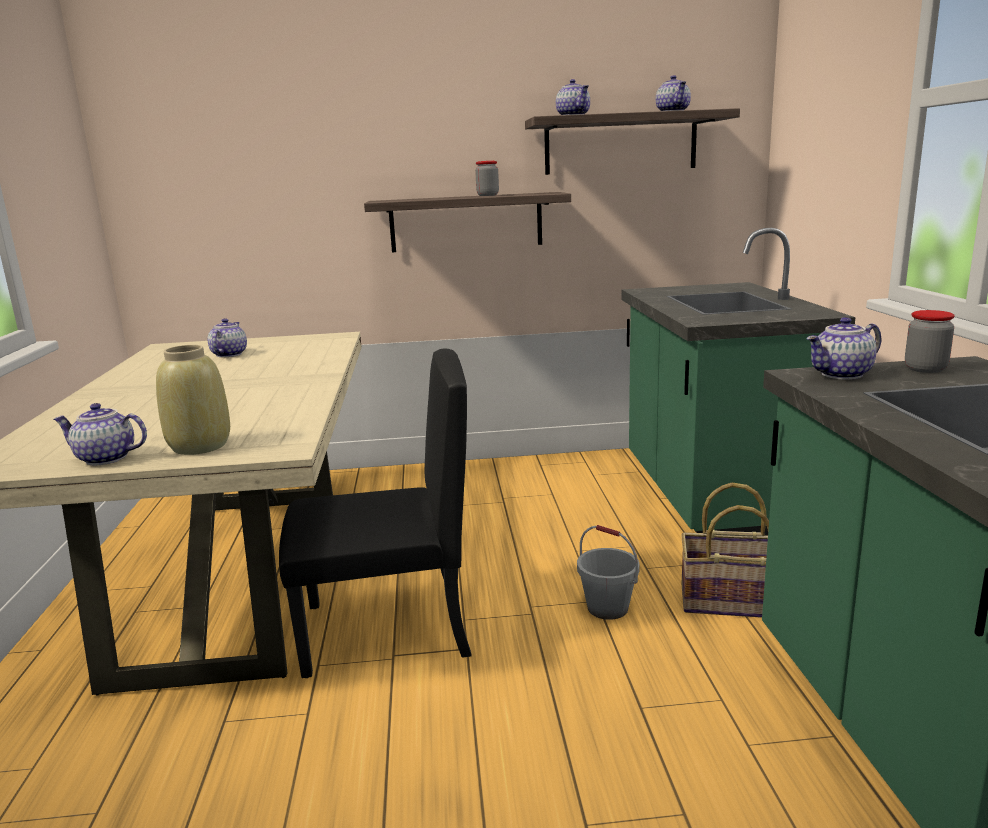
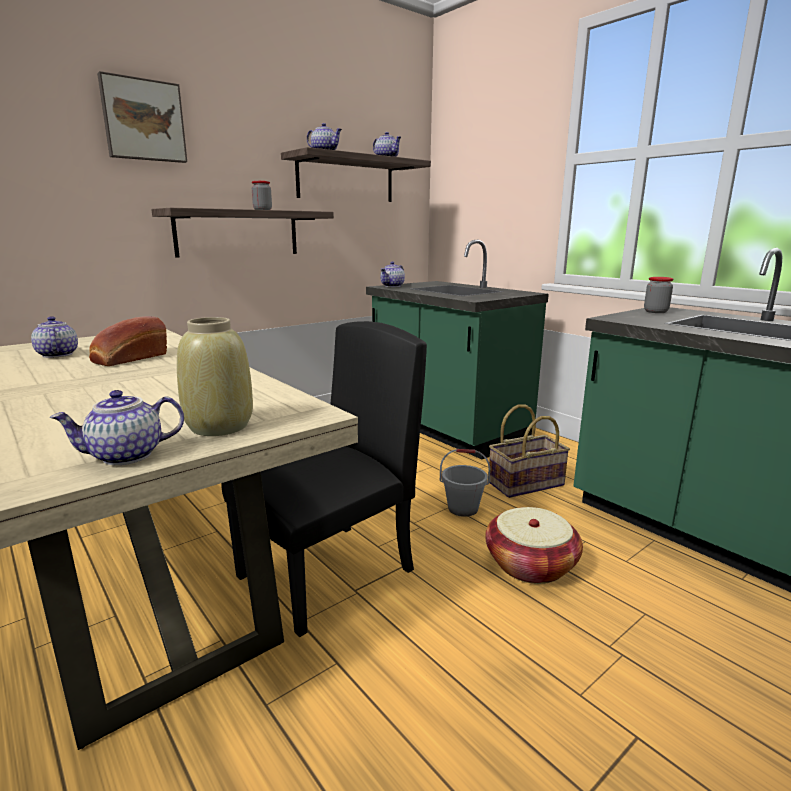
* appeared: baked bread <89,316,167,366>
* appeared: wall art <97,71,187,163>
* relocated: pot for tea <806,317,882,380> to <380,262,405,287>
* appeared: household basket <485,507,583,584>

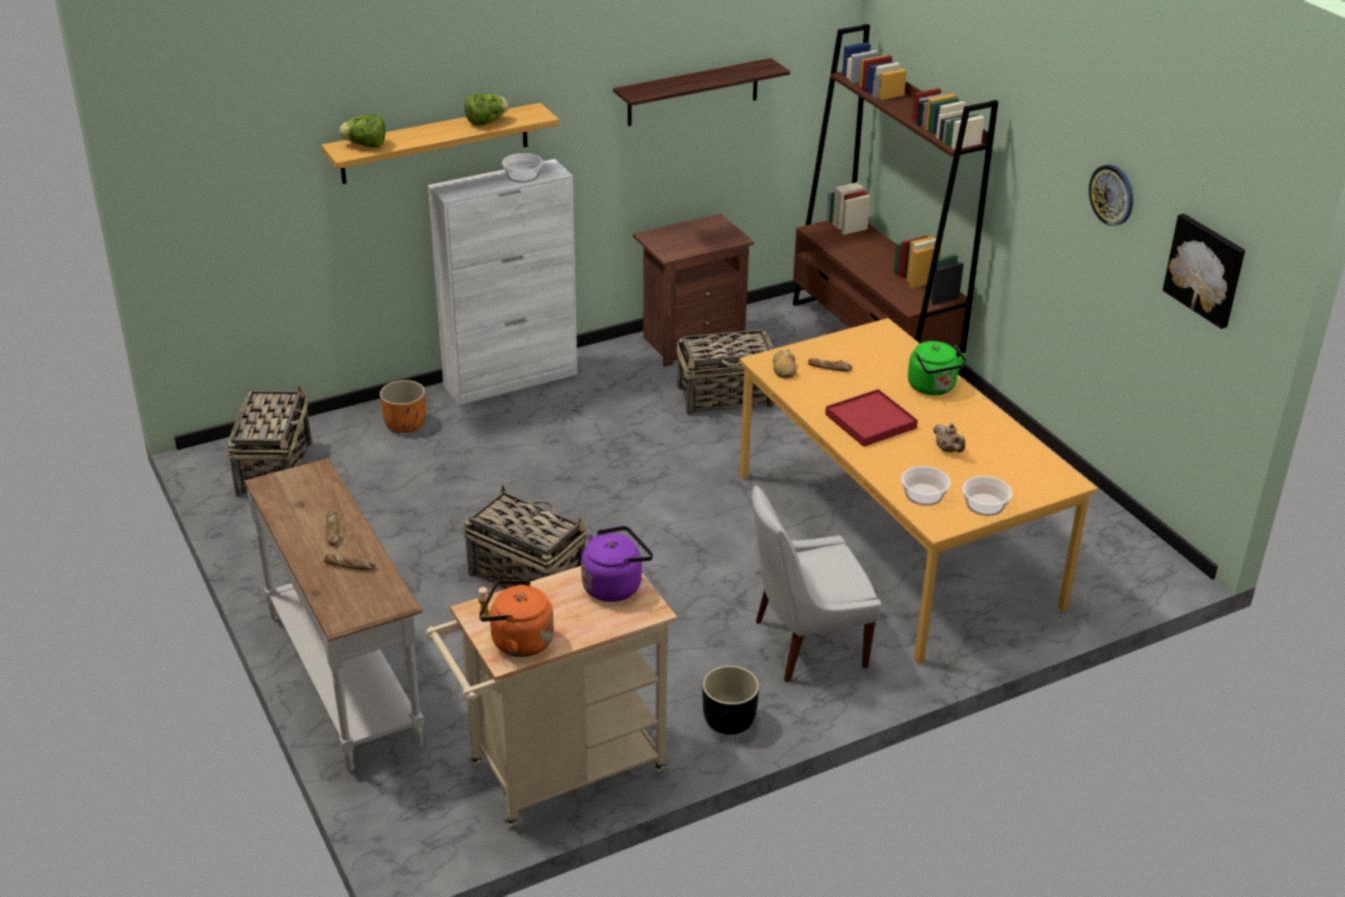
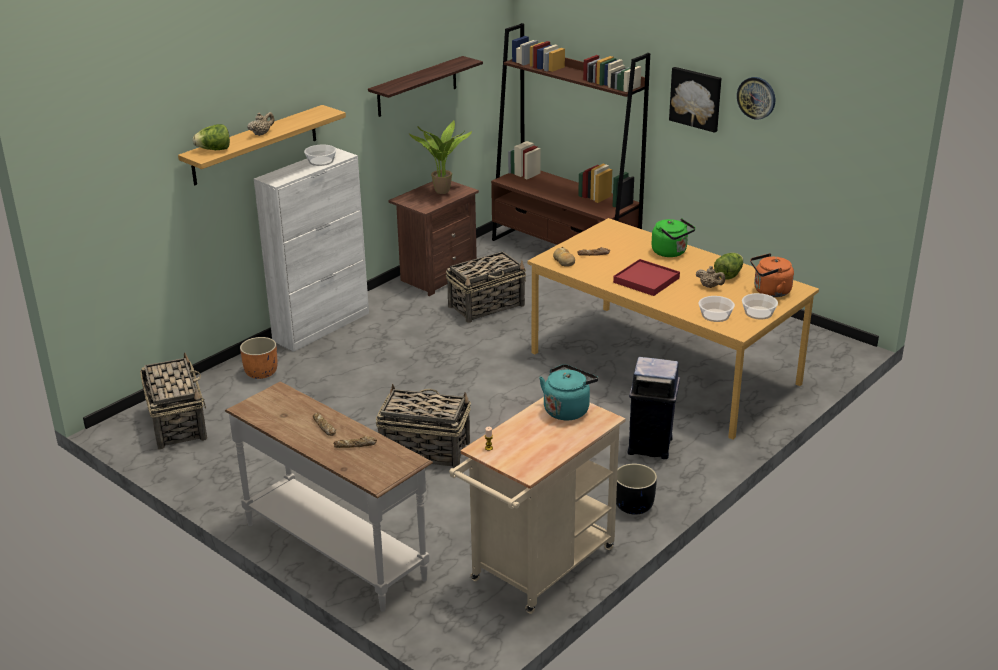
* appeared: beige pot for tea <248,112,274,136>
* appeared: plant in a pot <409,120,472,194>
* colour: purplish kettle <581,526,653,602> to blue-green kettle <539,364,598,420>
* exchanged: whitish upright chair <752,485,881,682> to blue rubbish bin <627,357,680,459>
* relocated: wall art <1163,214,1245,329> to <669,67,721,133>
* relocated: lettuce <464,93,509,126> to <714,253,743,280>
* relocated: orange kettle <479,580,554,657> to <750,253,794,297>

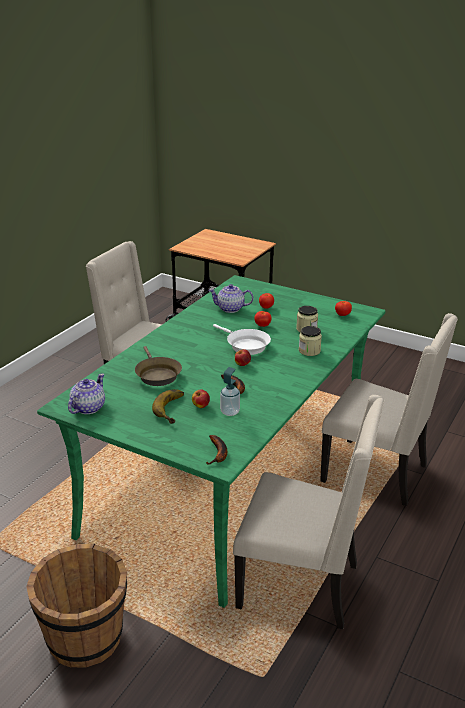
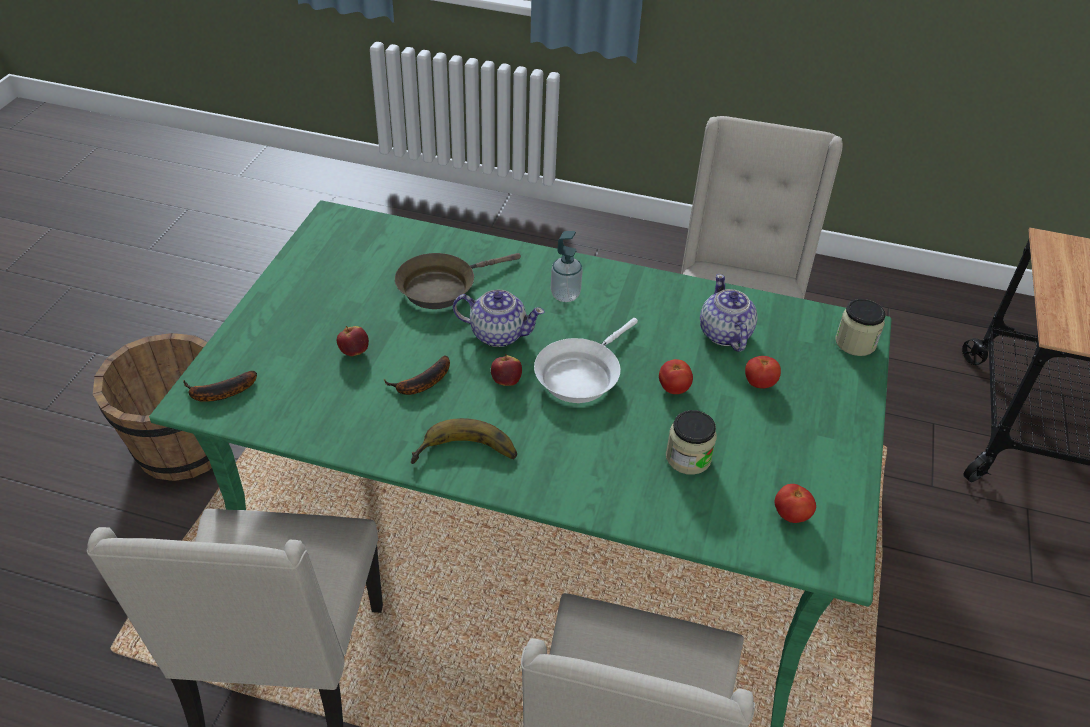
* relocated: banana fruit <152,389,184,424> to <411,418,517,464>
* relocated: pot for tea <68,374,105,414> to <453,289,545,347>
* relocated: soap dispenser <220,367,240,416> to <551,231,583,302>
* relocated: storage jar <299,326,322,356> to <836,299,886,356>

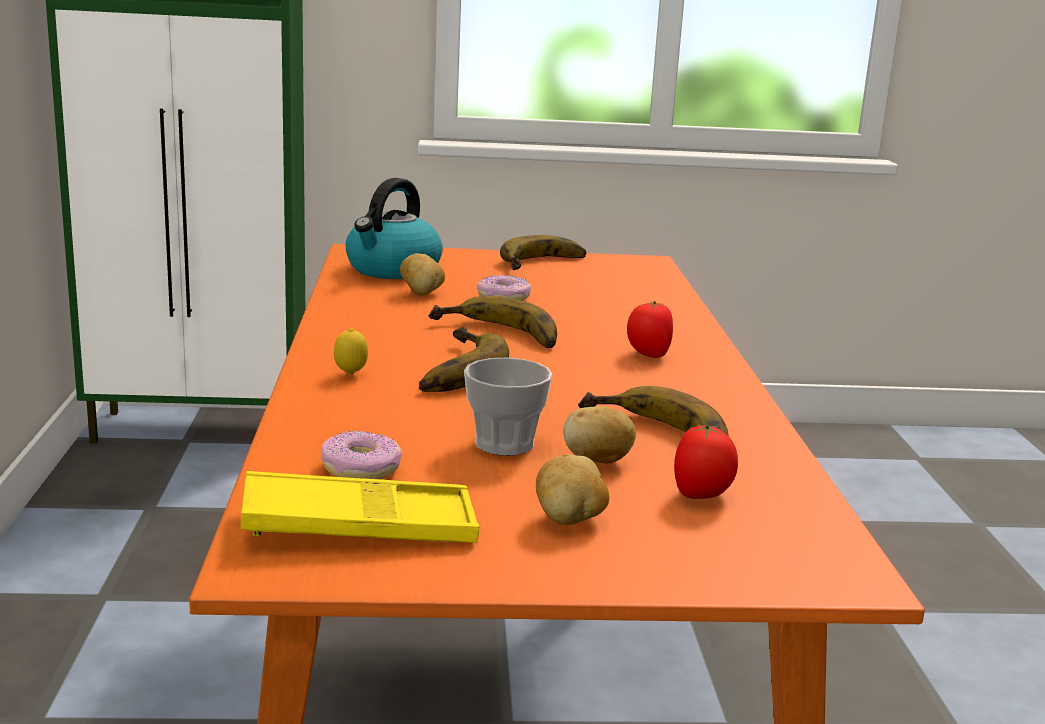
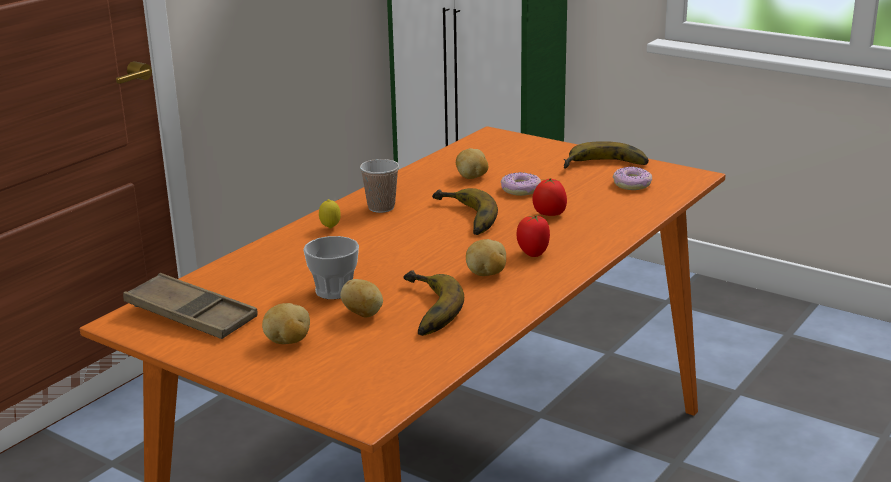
* colour: yellowish serving tray <240,471,480,543> to brown-coloured serving tray <123,273,258,339>
* appeared: cup <360,159,399,213>
* appeared: spud <466,239,506,276>
* relocated: whole tomato <674,424,738,499> to <532,178,567,216>
* relocated: doughnut <321,431,402,479> to <613,166,652,190>
* missing: kettle <345,178,443,279>
* missing: banana fruit <419,327,509,392>

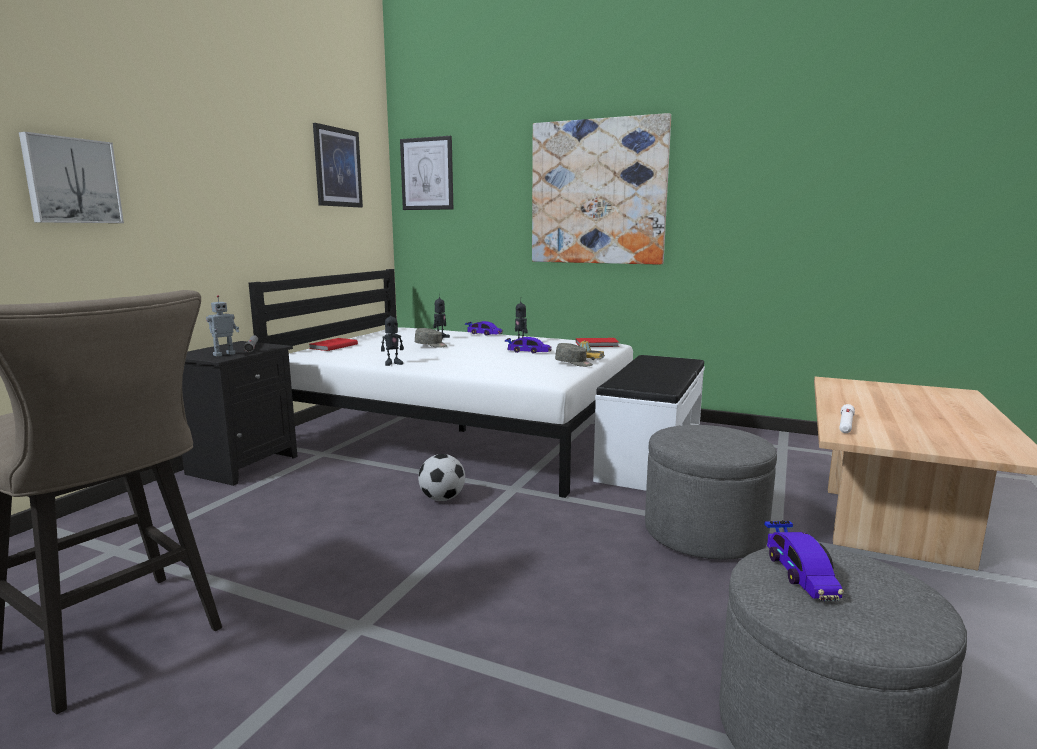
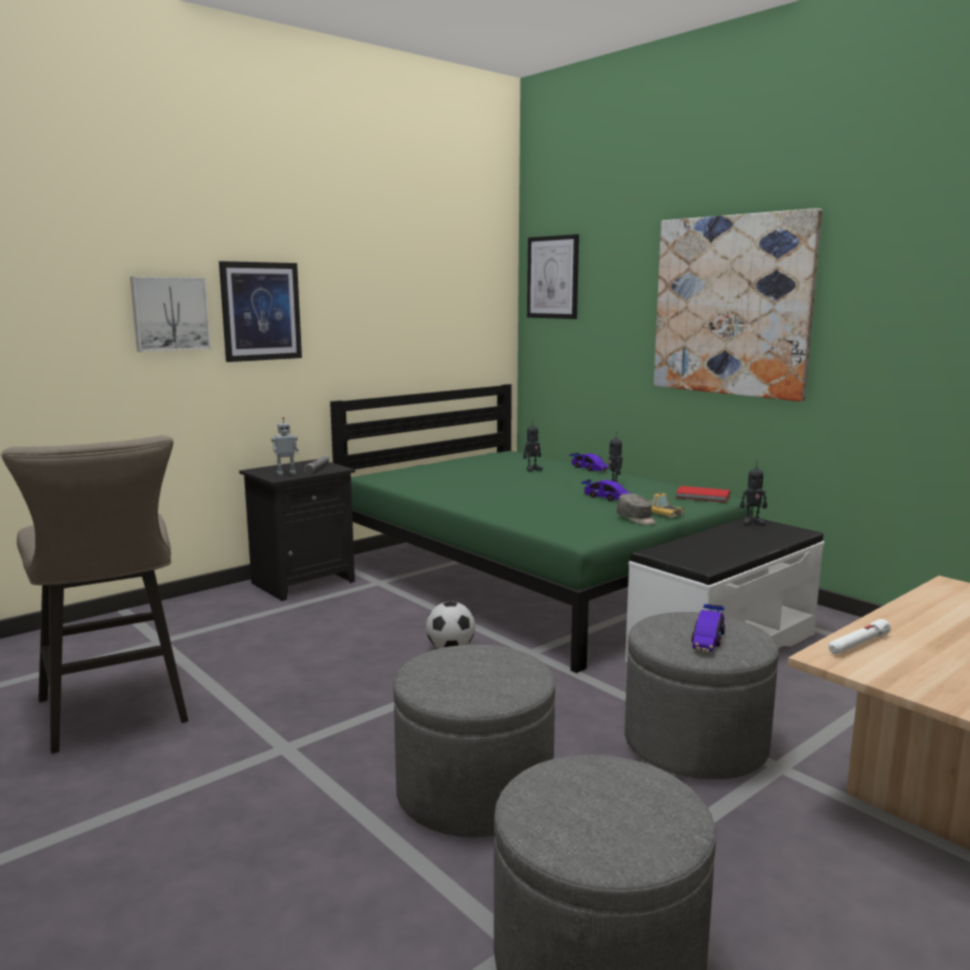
* relocated: wall art <313,123,363,207> to <219,261,302,362>
* colour: whitish bedroom bed <249,269,633,498> to greenish bedroom bed <330,384,754,673>
* appeared: greyish ottoman <393,644,555,837>
* relocated: toy car <764,520,844,601> to <692,604,725,652>
* relocated: robot figure <381,309,404,366> to <740,465,767,526>
* missing: red book <309,338,358,351>
* missing: greyish peaked cap <415,328,448,348>

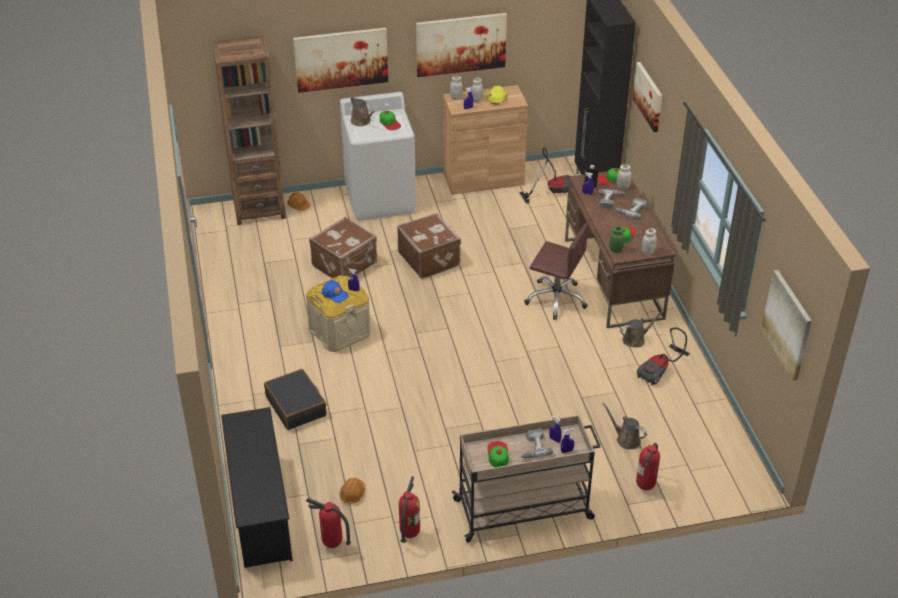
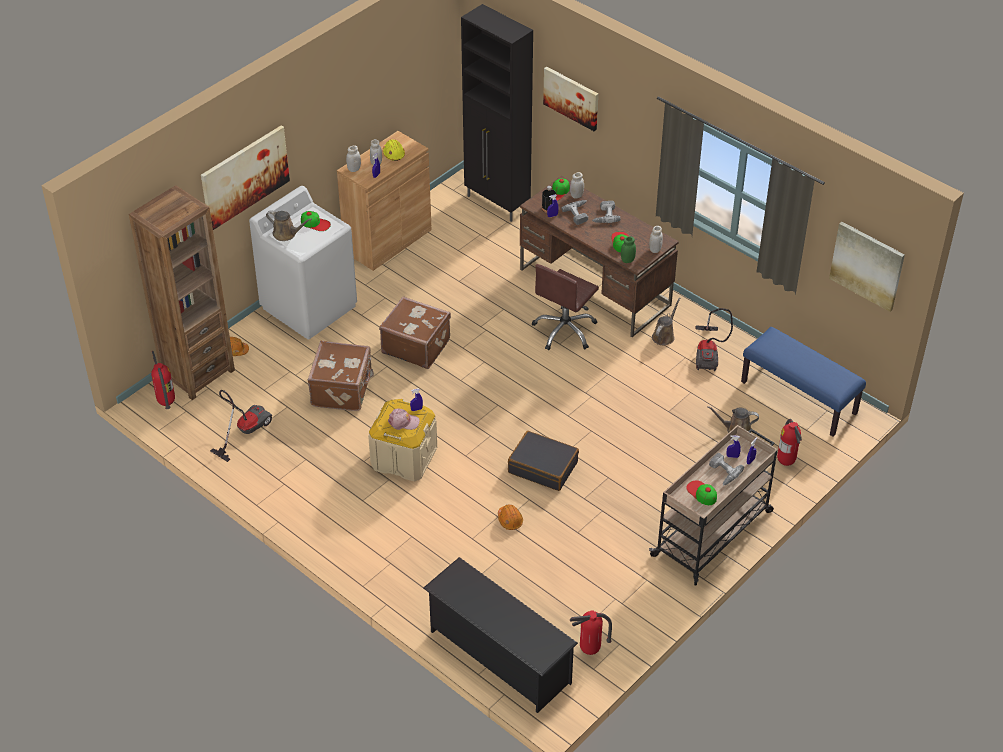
* relocated: fire-fighting cylinder <399,476,420,543> to <151,351,175,409>
* relocated: hoover <519,147,570,204> to <210,390,272,462>
* colour: blue peaked cap <322,280,349,303> to pinkish peaked cap <388,409,420,430>
* relocated: orange safety helmet <339,478,365,504> to <498,504,523,530>
* relocated: blackish suitcase <264,369,327,430> to <508,431,579,491>
* spun: brown-coloured office chair <524,222,589,320> = <532,264,599,350> 135 degrees clockwise
* appeared: blue indoor bench <741,327,866,436>
* missing: wall art <416,13,507,77>

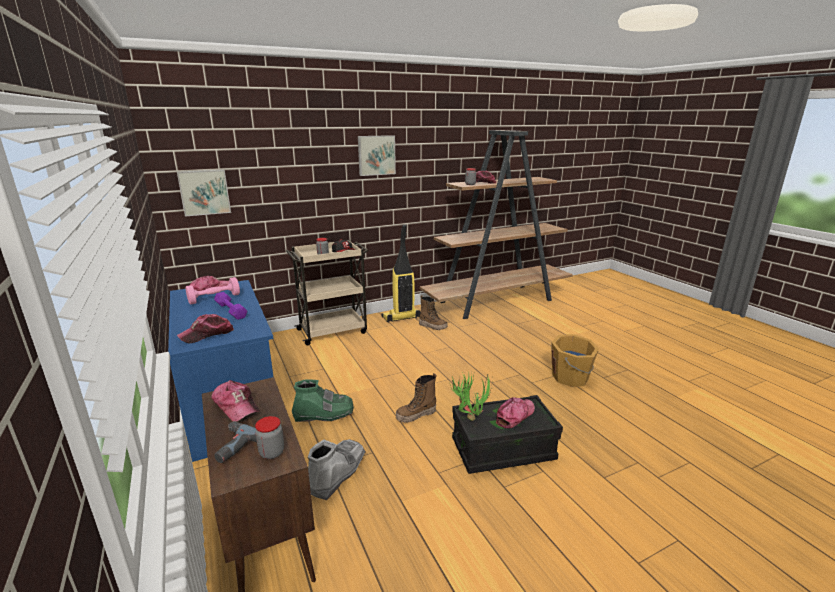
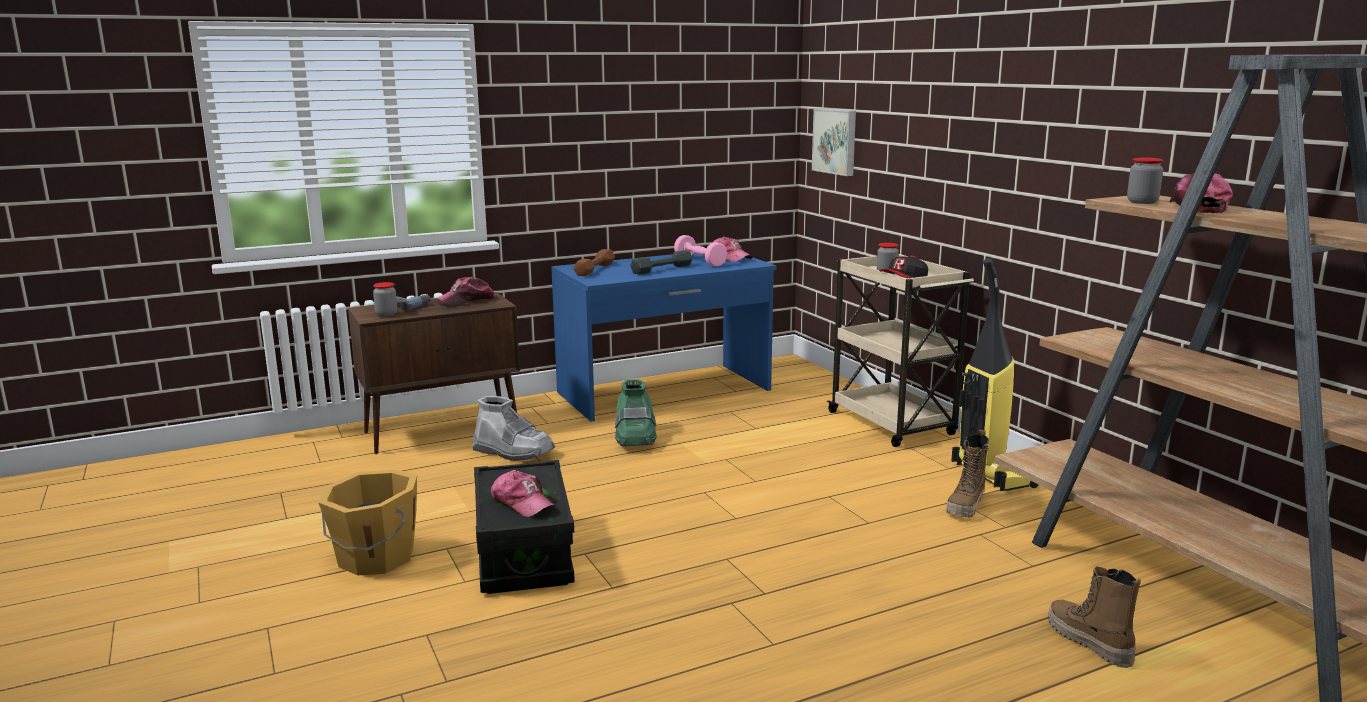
* relocated: orange pail <552,334,599,387> to <318,470,417,575>
* exchanged: peaked cap <177,314,234,343> to brown-coloured free weight <573,249,615,276>
* colour: purplish free weight <214,292,248,320> to greyish free weight <630,250,692,275>
* relocated: tall boot <396,373,437,423> to <1048,567,1141,668>
* missing: wall art <358,135,396,176>
* missing: plant in a pot <448,371,493,421>

